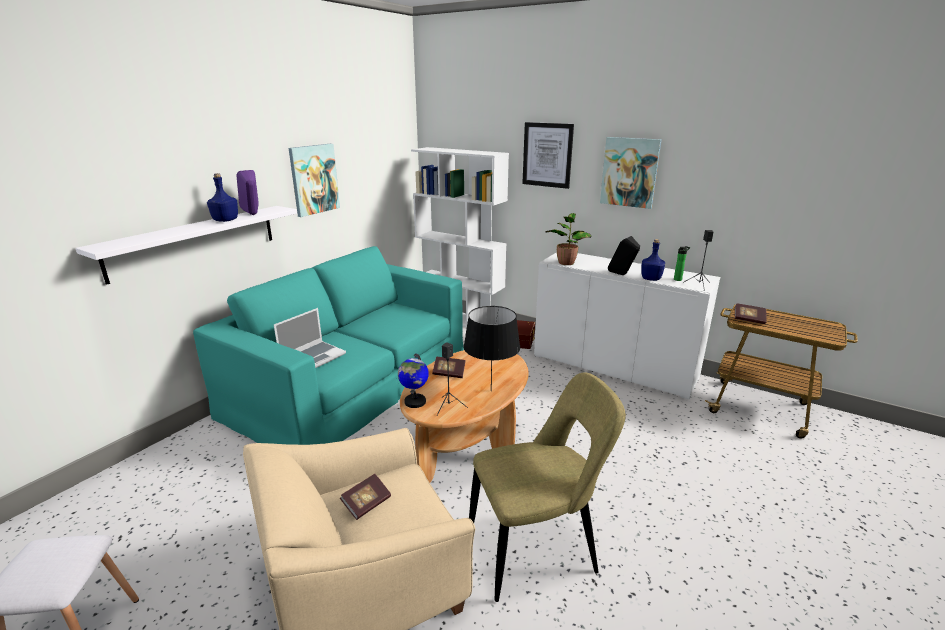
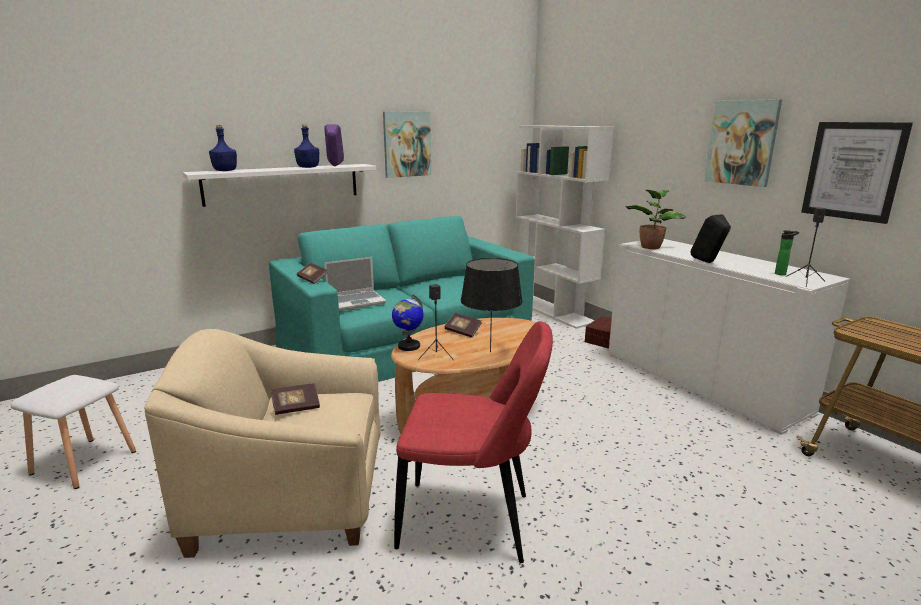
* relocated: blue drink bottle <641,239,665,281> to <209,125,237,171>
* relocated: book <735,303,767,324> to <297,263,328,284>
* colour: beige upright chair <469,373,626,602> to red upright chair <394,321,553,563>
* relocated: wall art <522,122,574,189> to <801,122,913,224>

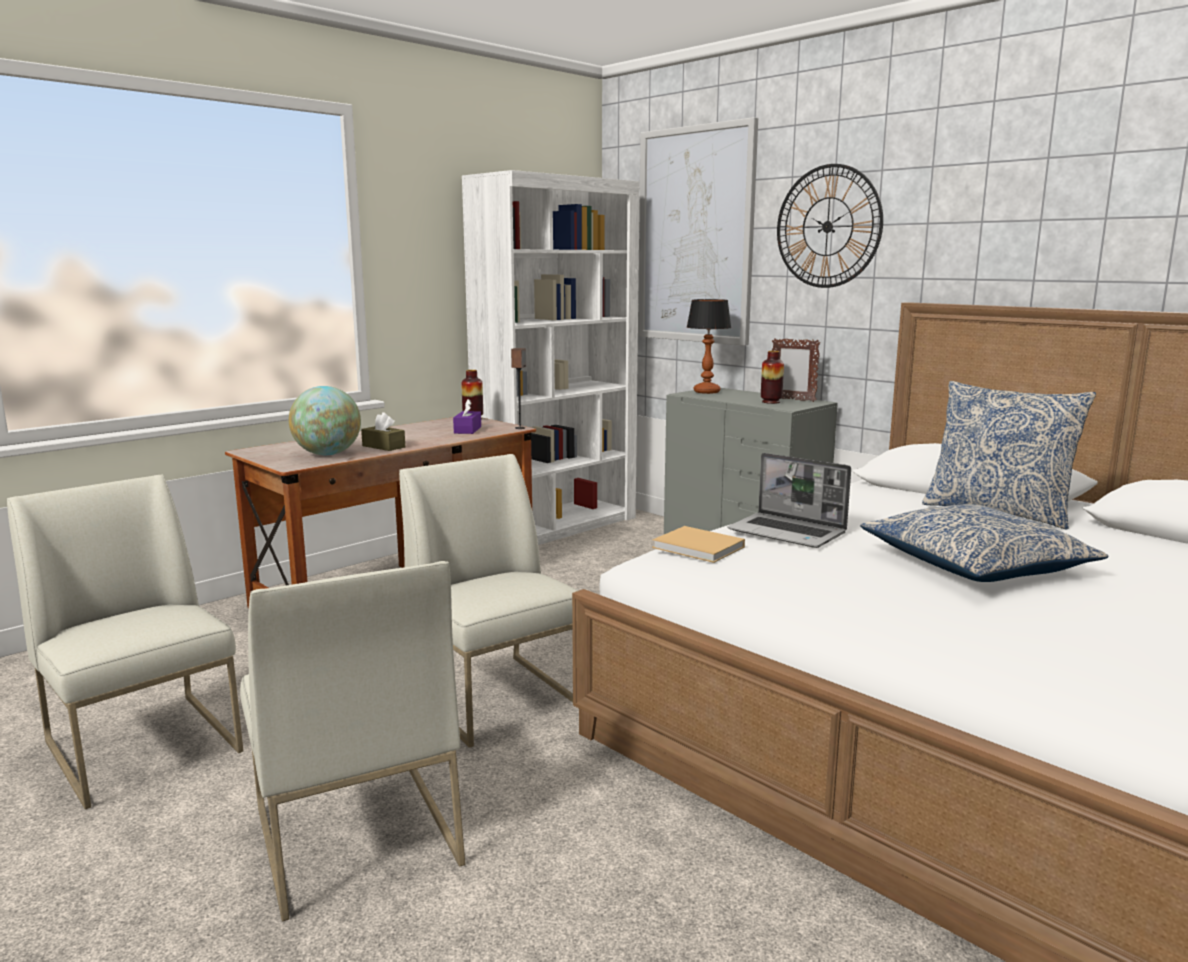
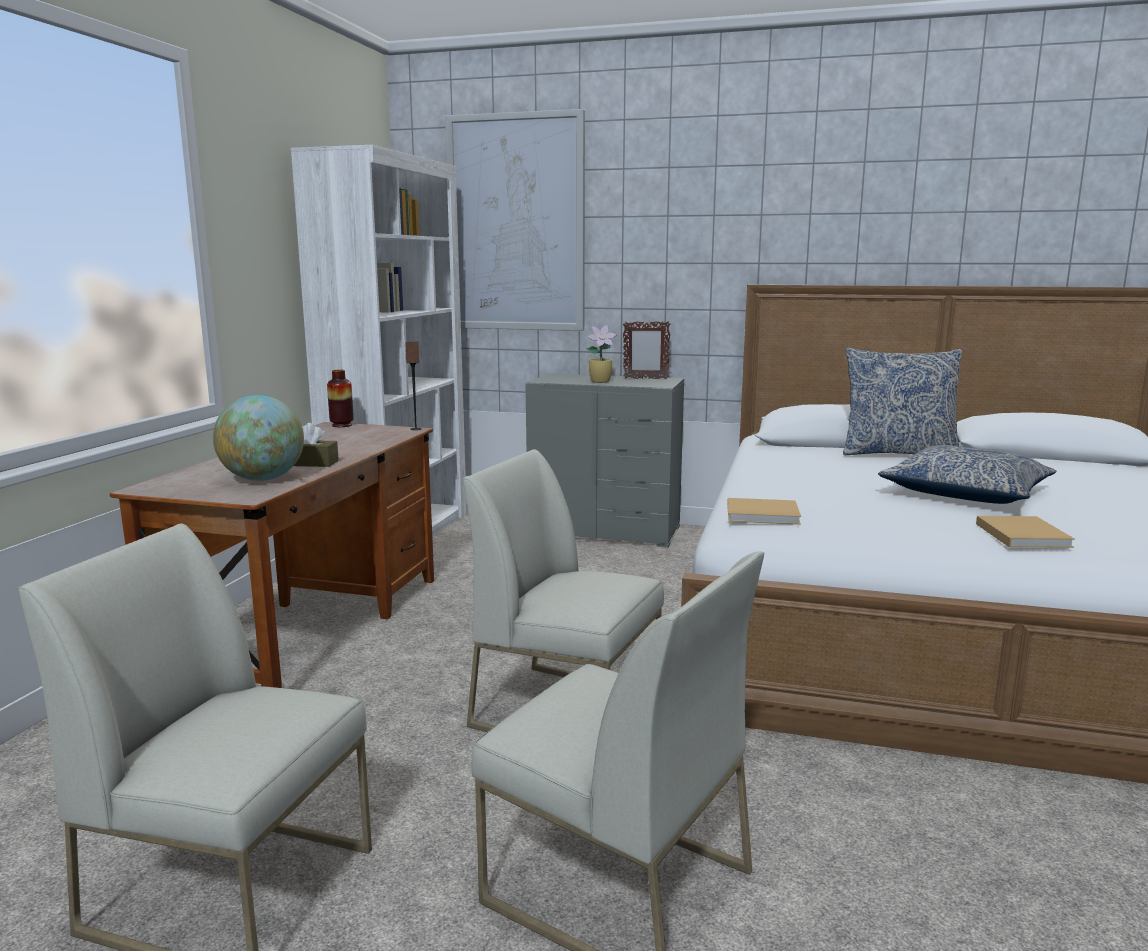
* appeared: plant in a pot <586,326,617,383>
* appeared: beige book <976,516,1075,548>
* missing: purplish tissue holder <453,399,481,434>
* missing: table lamp <687,299,731,394>
* missing: portable computer <727,453,851,548>
* missing: vase <761,351,784,404>
* missing: clock on the wall <777,164,883,288>

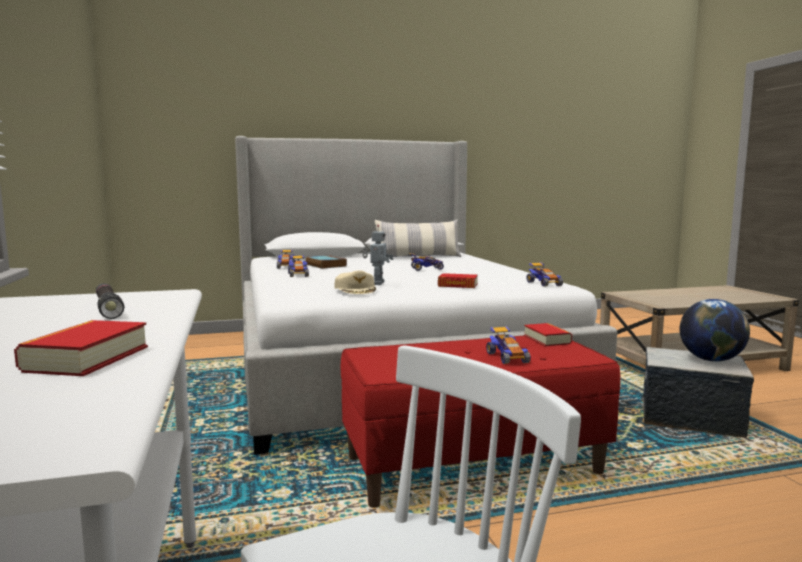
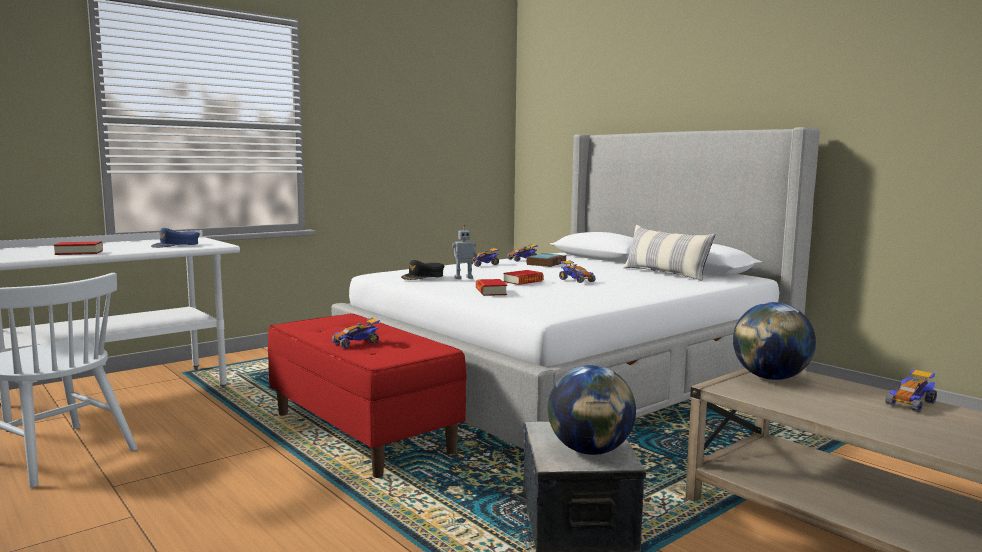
* exchanged: blackish hand torch <96,283,124,319> to blue peaked cap <151,228,200,248>
* colour: beige peaked cap <334,270,376,294> to blackish peaked cap <401,260,445,280>
* relocated: book <524,323,572,346> to <503,270,544,285>
* appeared: desk globe <733,302,816,380>
* relocated: toy car <526,262,563,287> to <885,369,937,412>

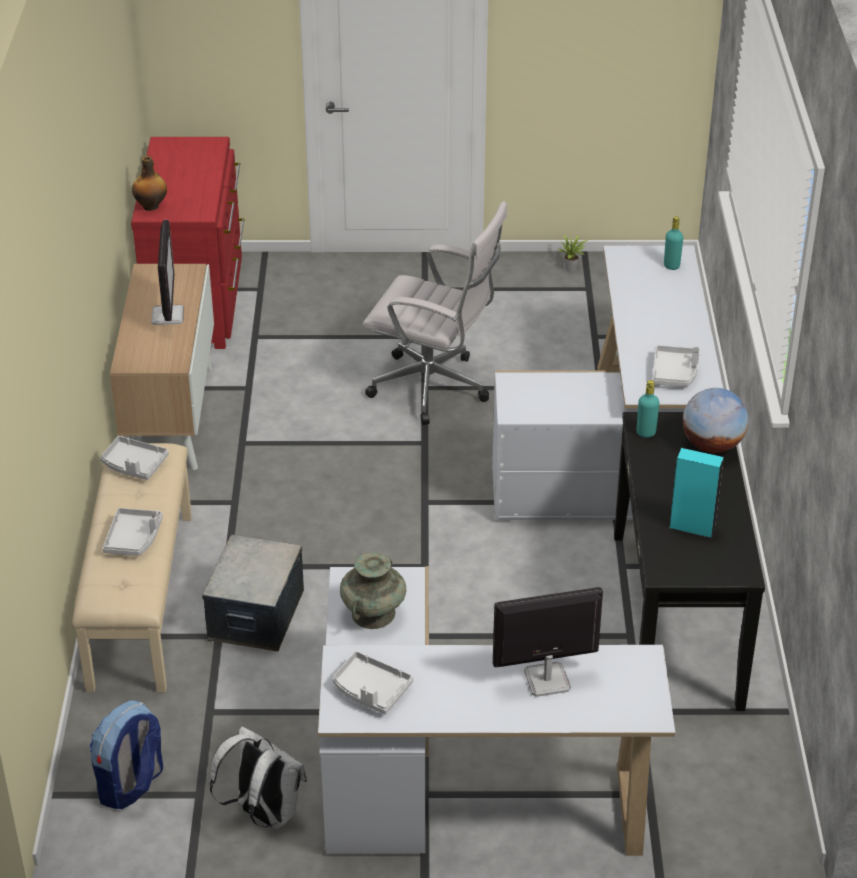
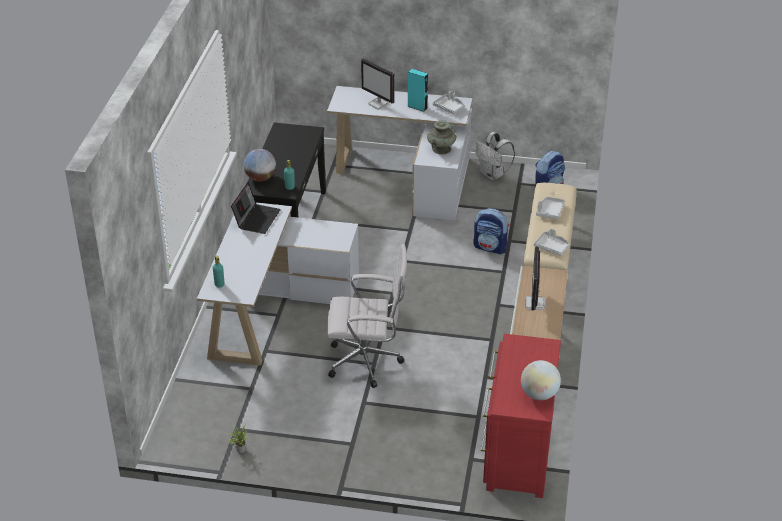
* exchanged: greyish serving tray <653,345,700,387> to portable computer <231,182,281,234>
* spun: whitish office chair <363,201,507,425> = <327,243,407,388> 150 degrees clockwise
* spun: monitor <493,587,603,697> = <361,59,394,109> 45 degrees clockwise
* relocated: blue-green speaker <669,448,724,538> to <407,69,428,112>
* exchanged: storage container <202,535,304,651> to rucksack <473,208,509,255>
* appeared: desk globe <521,360,561,400>
* missing: drink bottle <132,156,167,211>

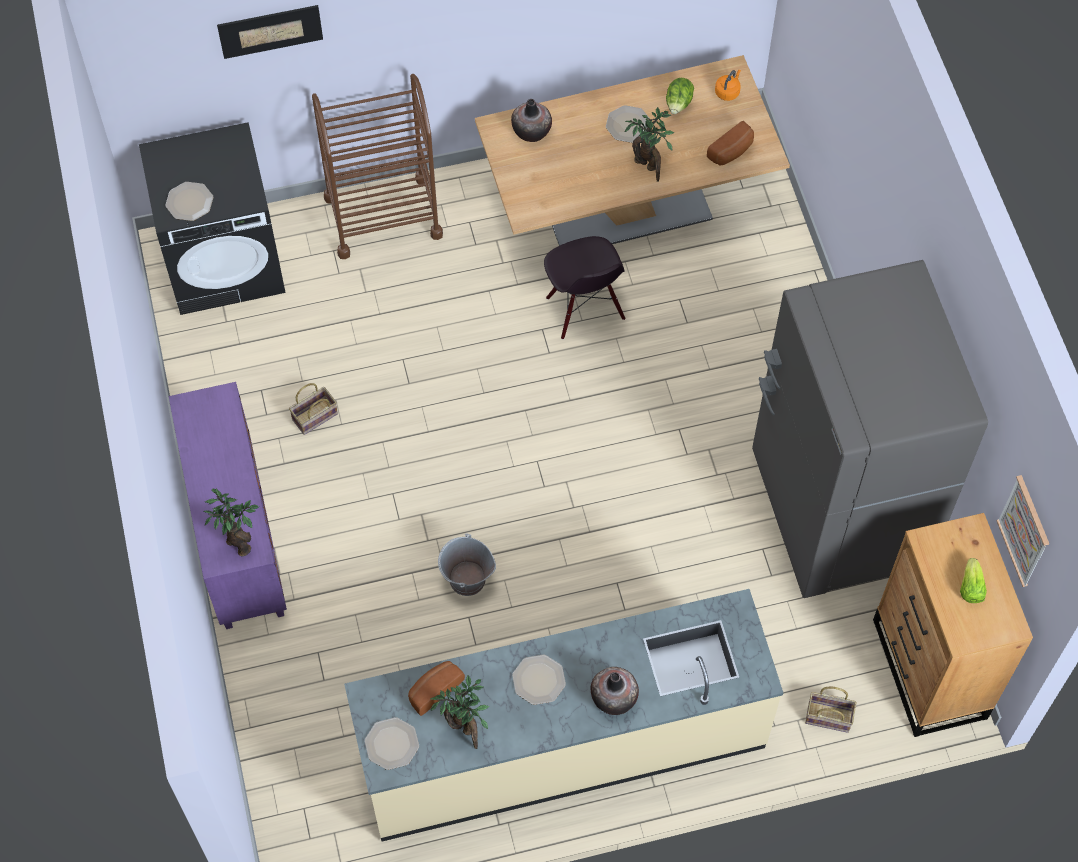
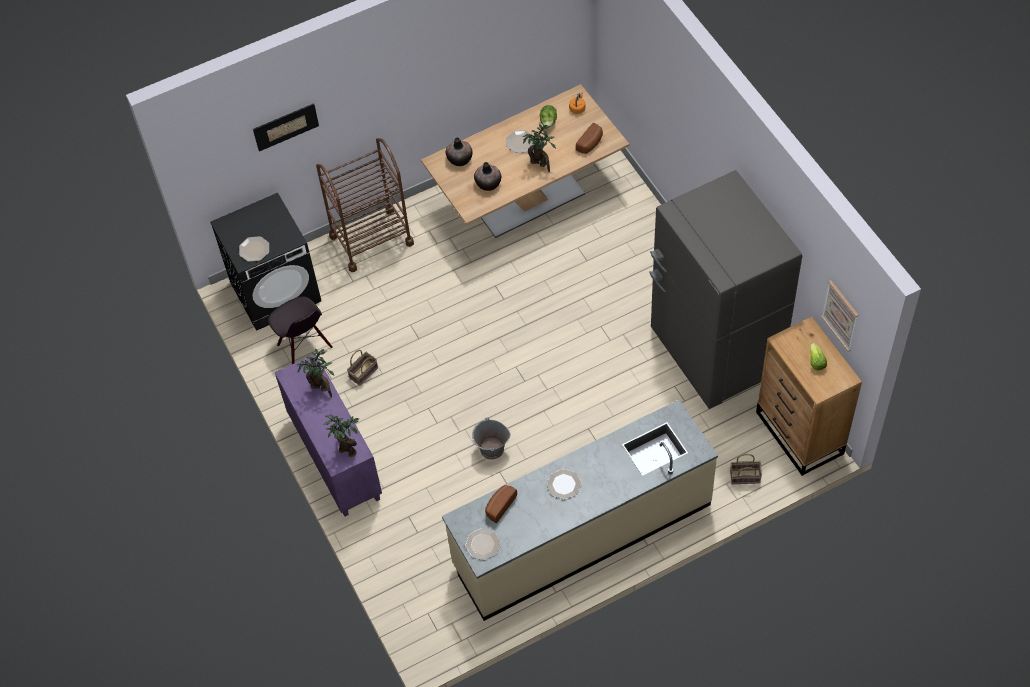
* relocated: blackish upright chair <544,236,625,340> to <268,296,333,364>
* relocated: plant in a pot <430,675,490,749> to <297,348,334,397>
* relocated: vase <590,667,639,715> to <474,162,501,191>

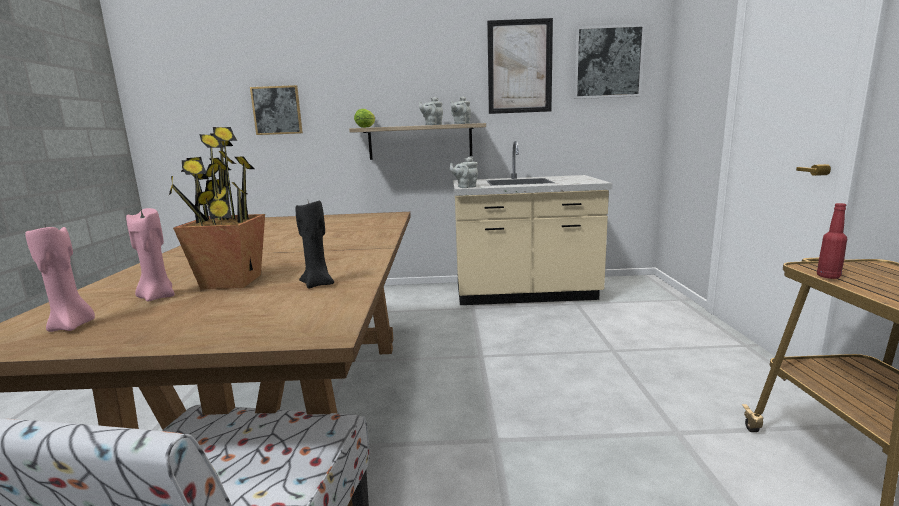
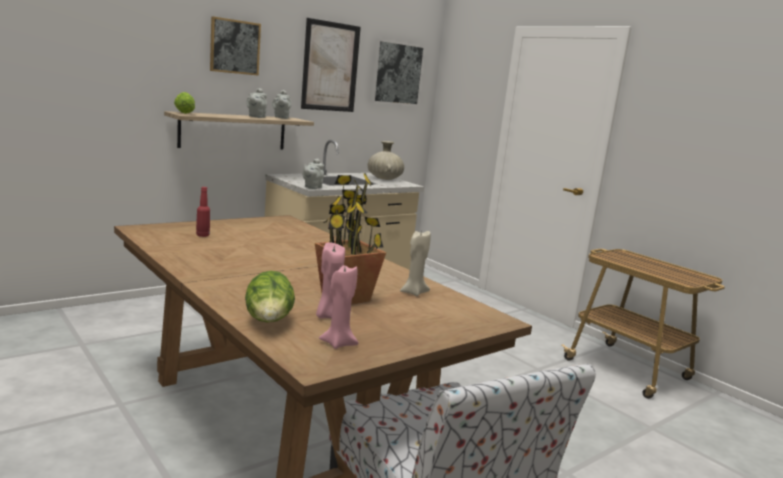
* relocated: red drink bottle <817,203,847,279> to <196,187,210,237>
* relocated: wall art <250,85,303,135> to <210,16,261,76>
* appeared: lettuce <245,271,295,322>
* appeared: beige vase <368,141,404,180>
* colour: blackish wax light <296,201,334,288> to beige wax light <400,231,431,296>

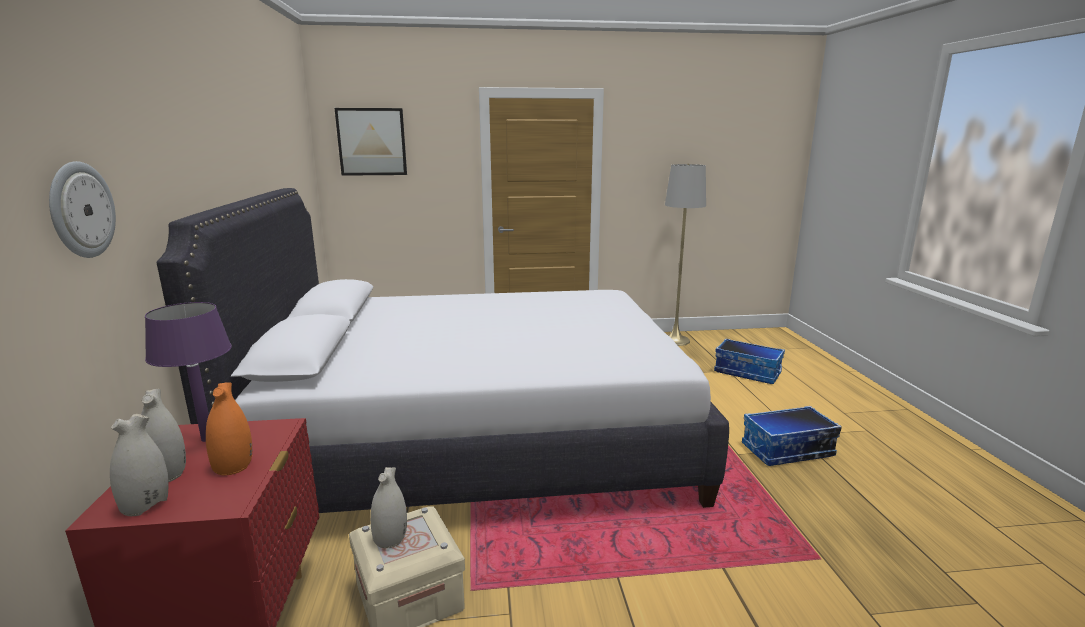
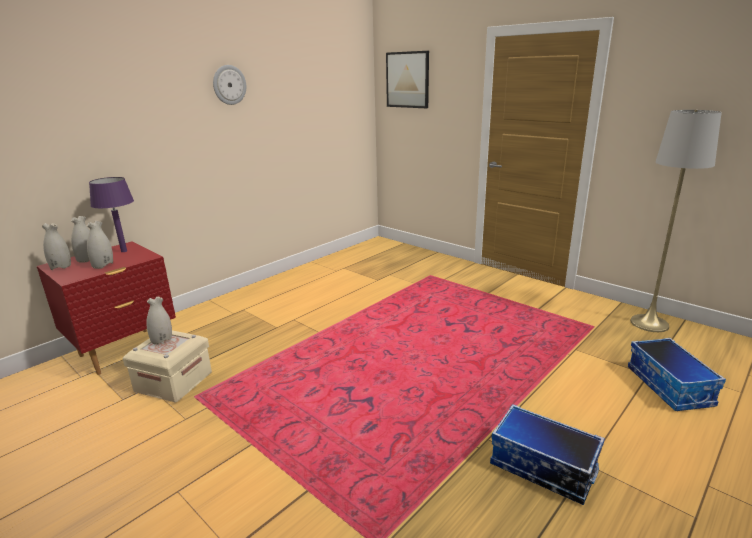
* colour: orange vase <206,382,252,475> to whitish vase <87,221,113,269>
* relocated: clock on the wall <49,161,116,258> to <213,65,246,105>
* missing: whitish bedroom bed <157,188,729,513>

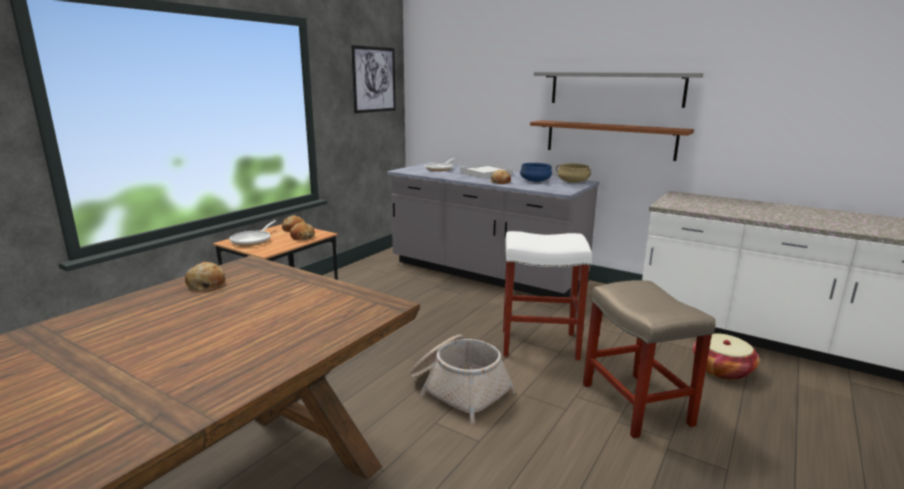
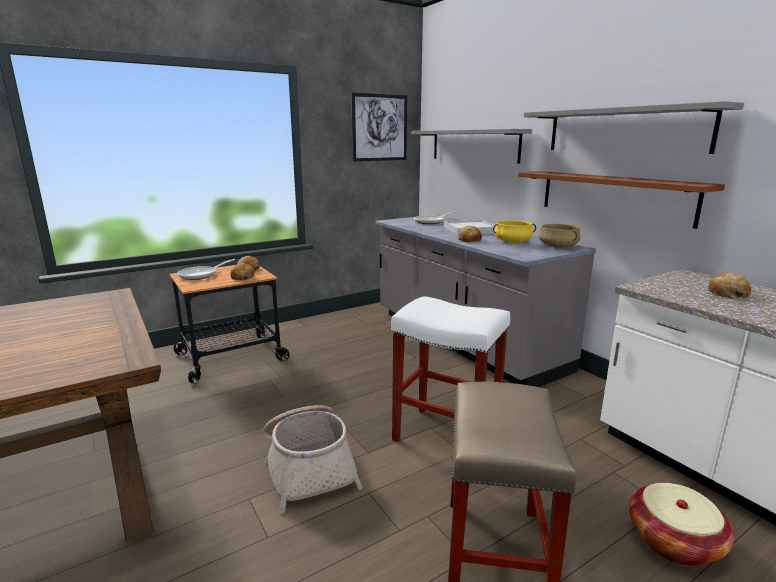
* appeared: greyish wall shelf <411,129,532,164>
* colour: blue cooking pot <520,163,552,182> to yellowish cooking pot <493,220,536,243>
* relocated: baked bread <185,262,225,290> to <708,272,751,298>

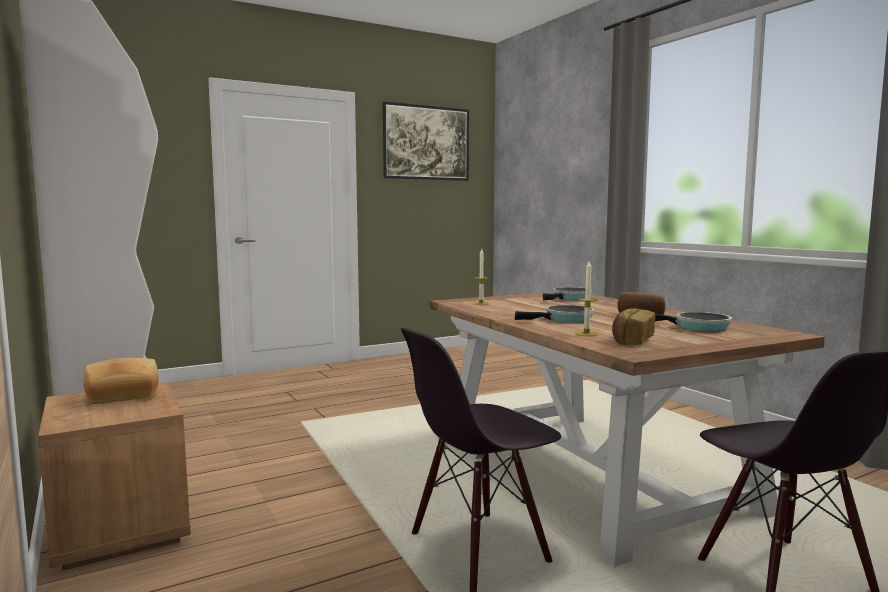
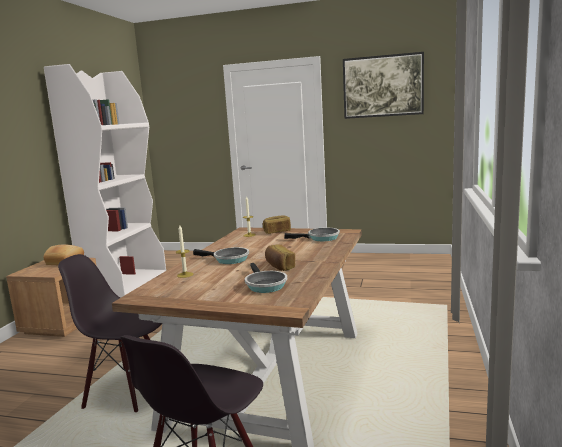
* relocated: baked bread <612,308,655,345> to <263,216,291,234>

